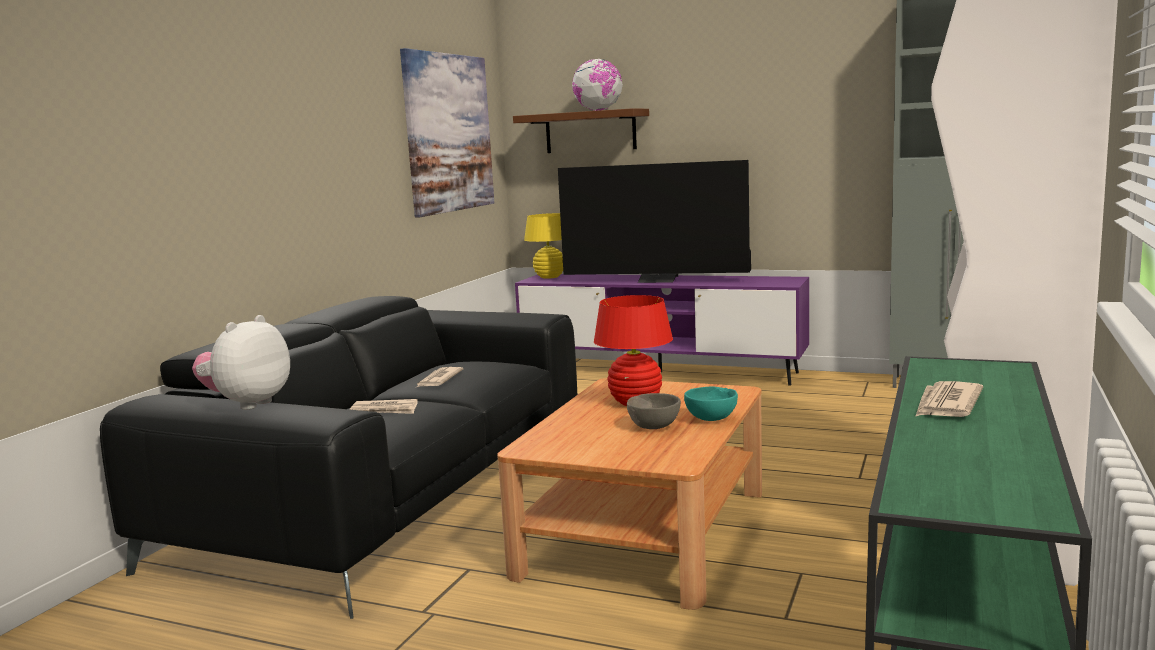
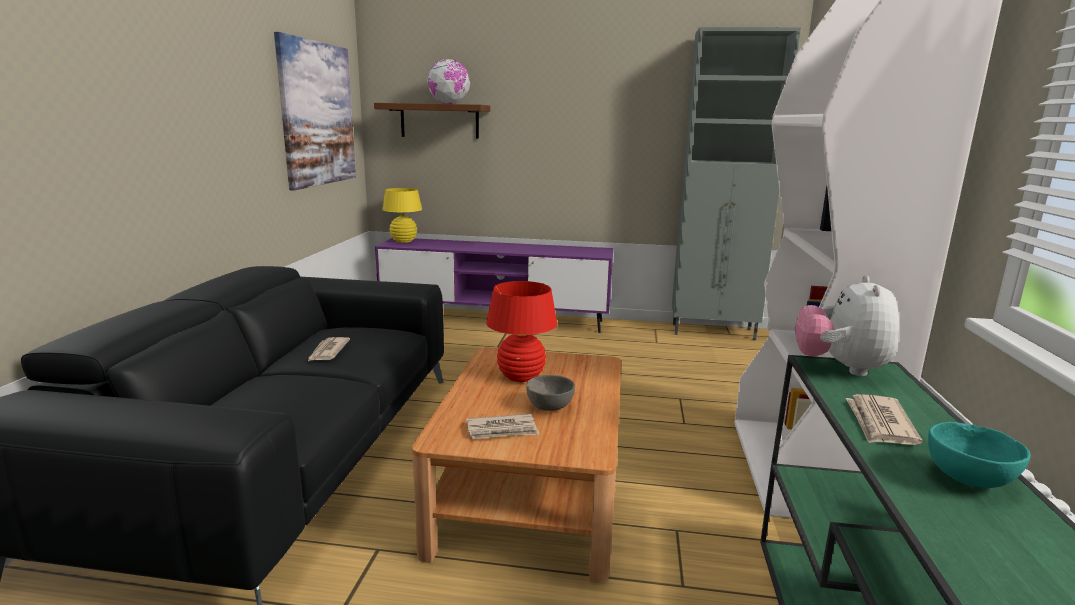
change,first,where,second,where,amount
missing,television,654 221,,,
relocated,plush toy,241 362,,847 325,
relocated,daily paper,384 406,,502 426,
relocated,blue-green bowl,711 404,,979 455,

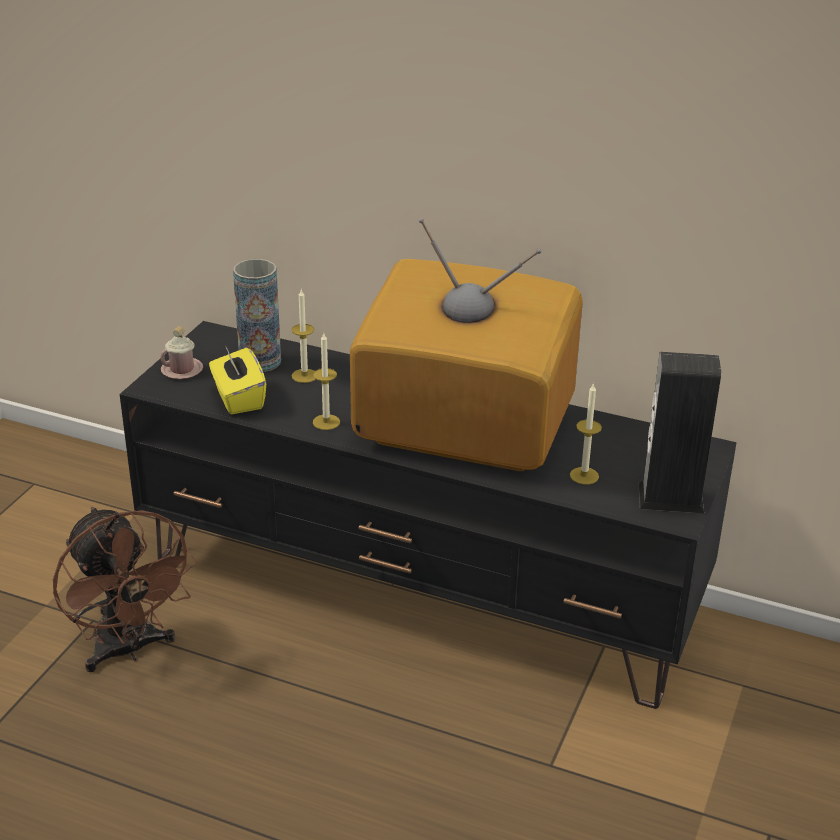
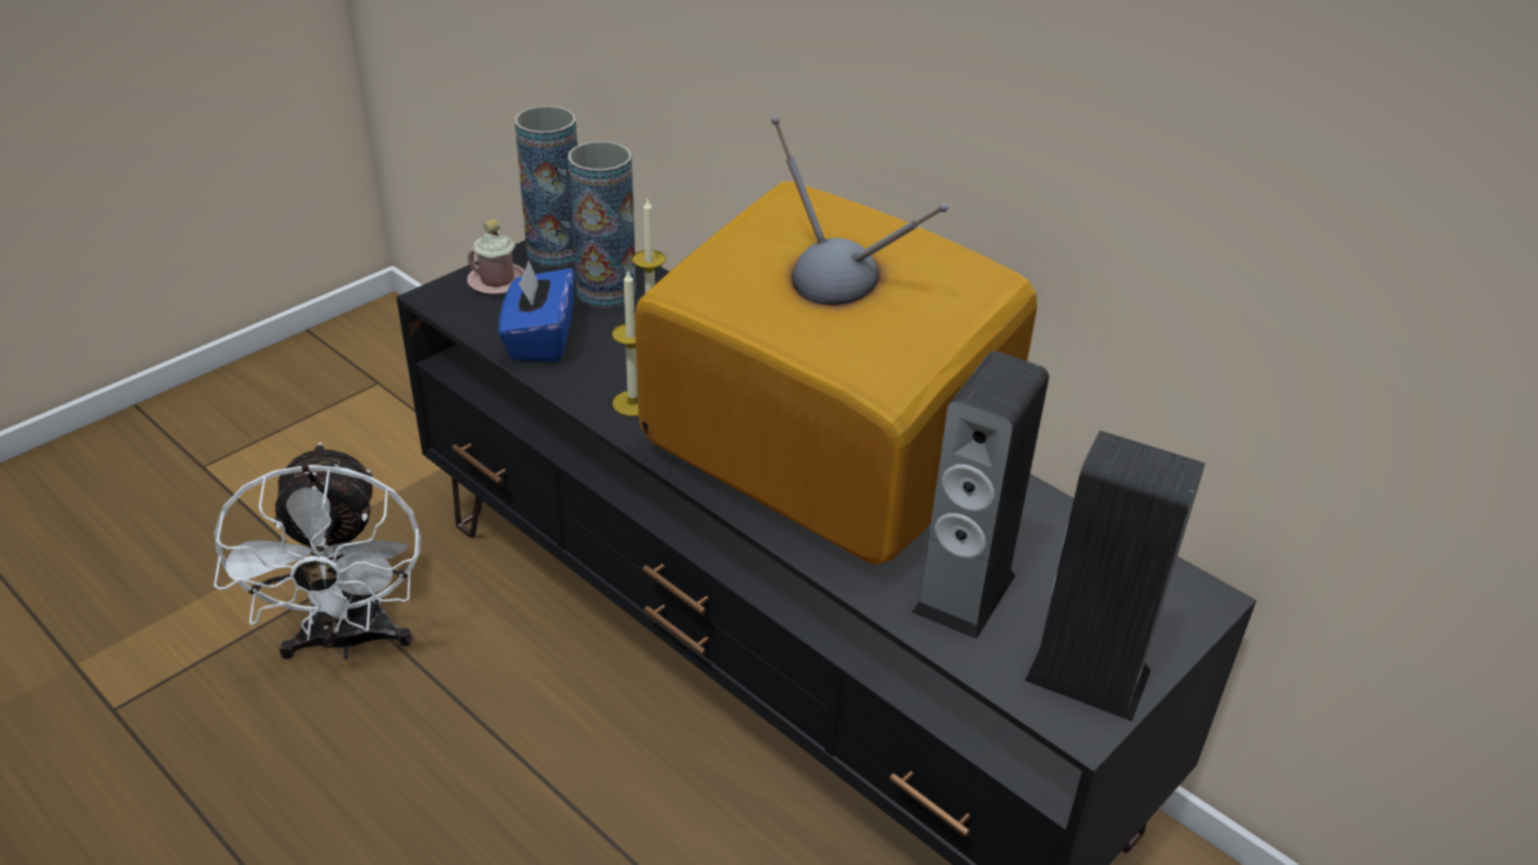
change,first,where,second,where,amount
appeared,,,vase,546 186,
exchanged,wax candle,586 434,speaker,980 495,
colour,brown-coloured cooling fan,125 589,whitish cooling fan,317 550,
colour,yellow-coloured tissue holder,237 380,blue-coloured tissue holder,537 311,

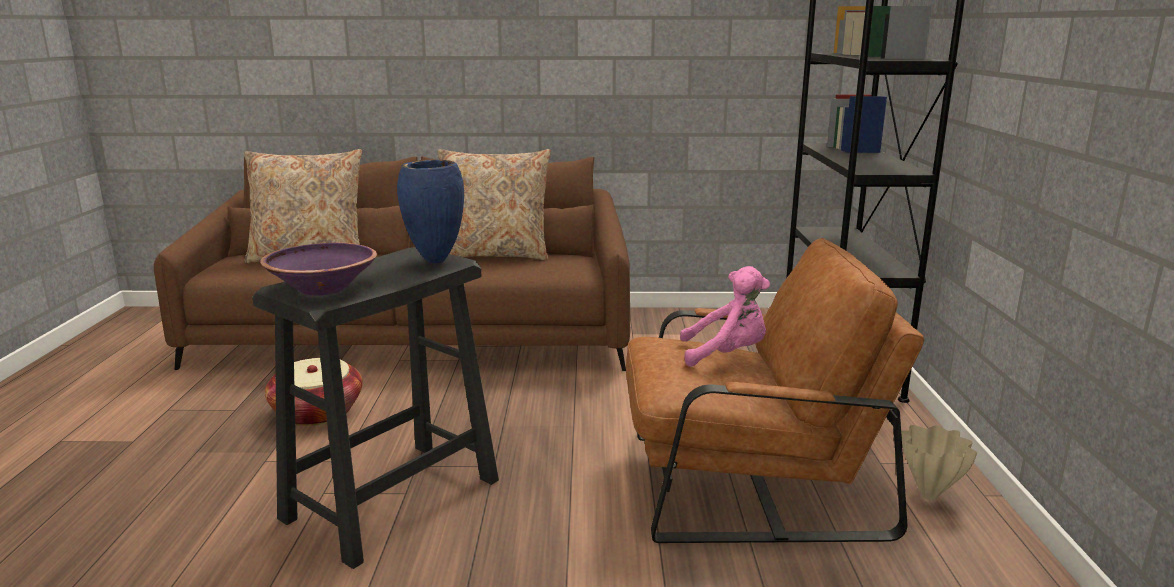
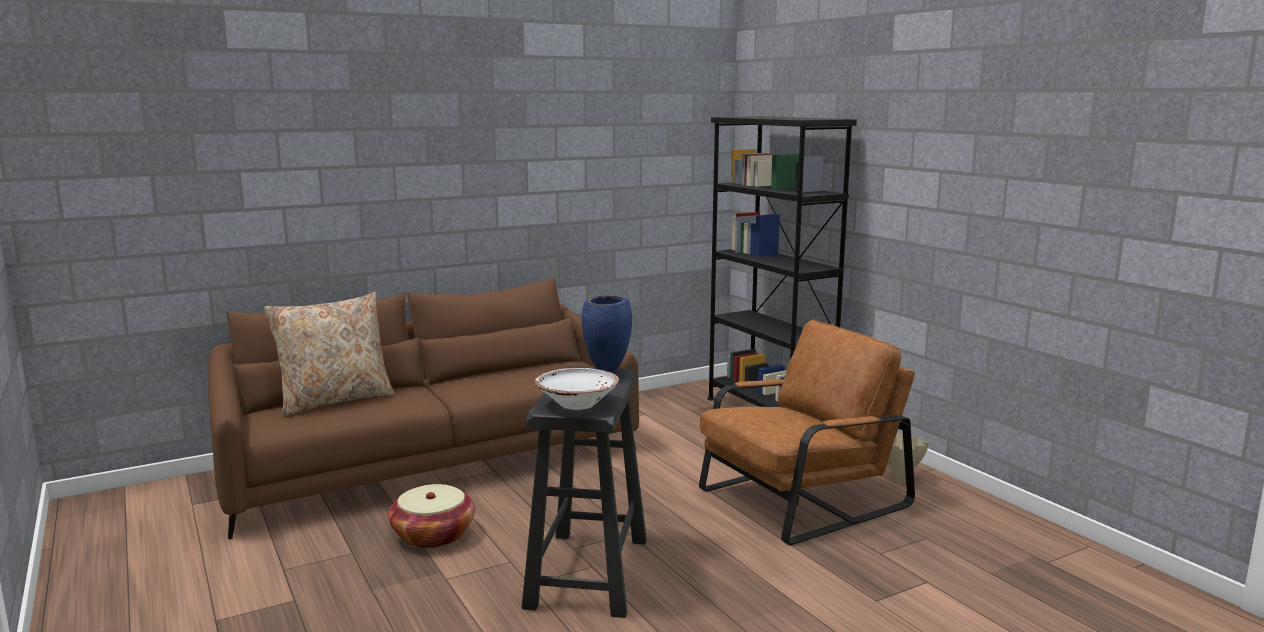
change,first,where,second,where,amount
missing,beige throw pillow,494 205,,,
missing,pinkish plush toy,725 316,,,
colour,purple-coloured bowl,318 269,whitish bowl,576 389,

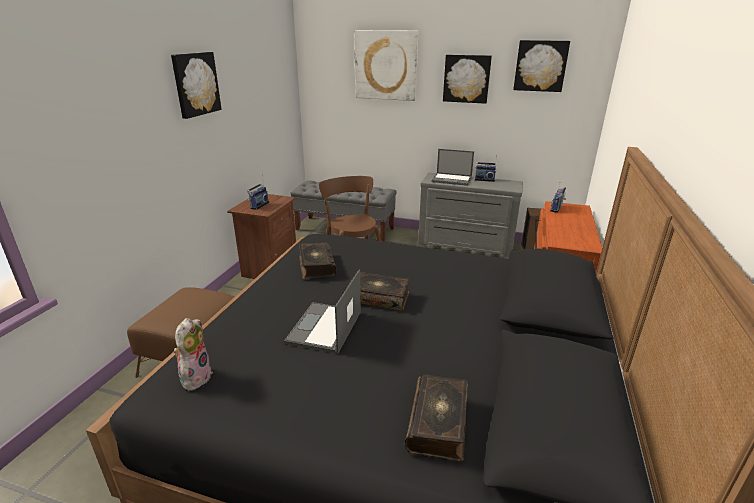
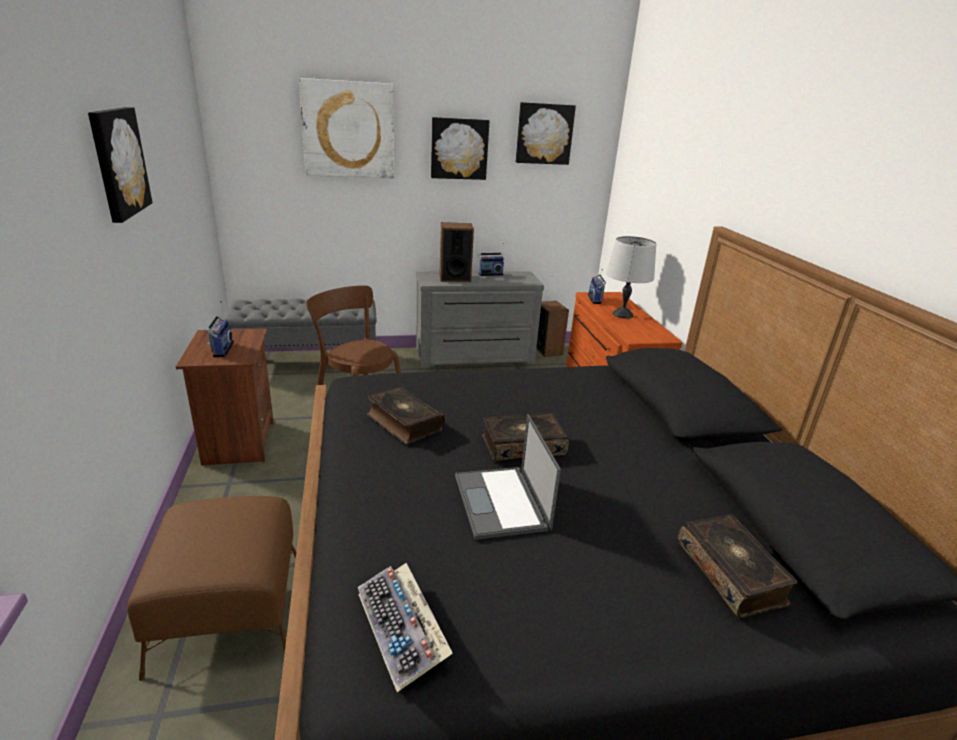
change,first,where,second,where,amount
appeared,,,gray lamp for a table,631 277,
exchanged,plush toy,193 354,keyboard,405 627,
exchanged,laptop,453 167,speaker,456 252,

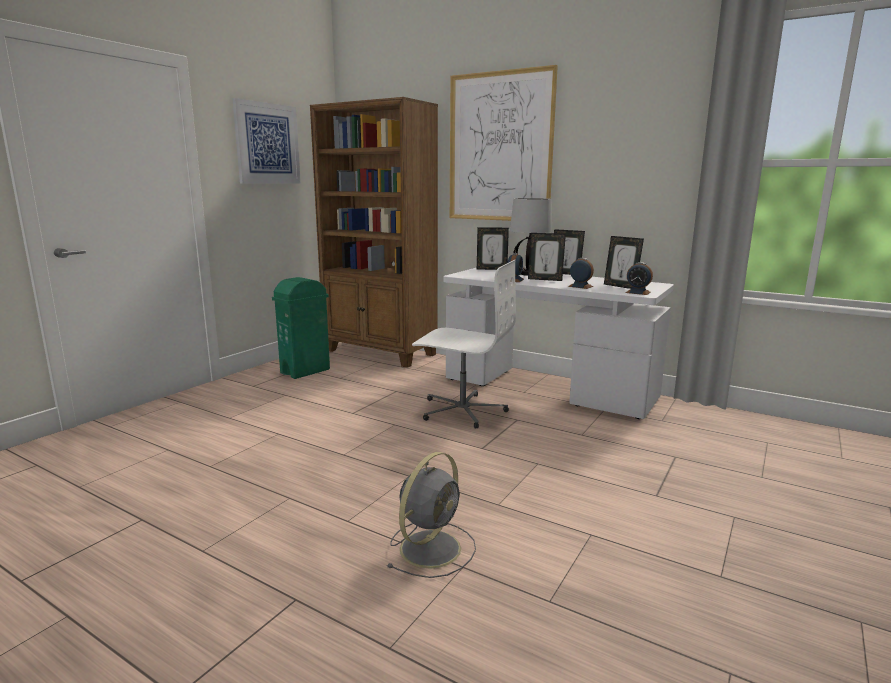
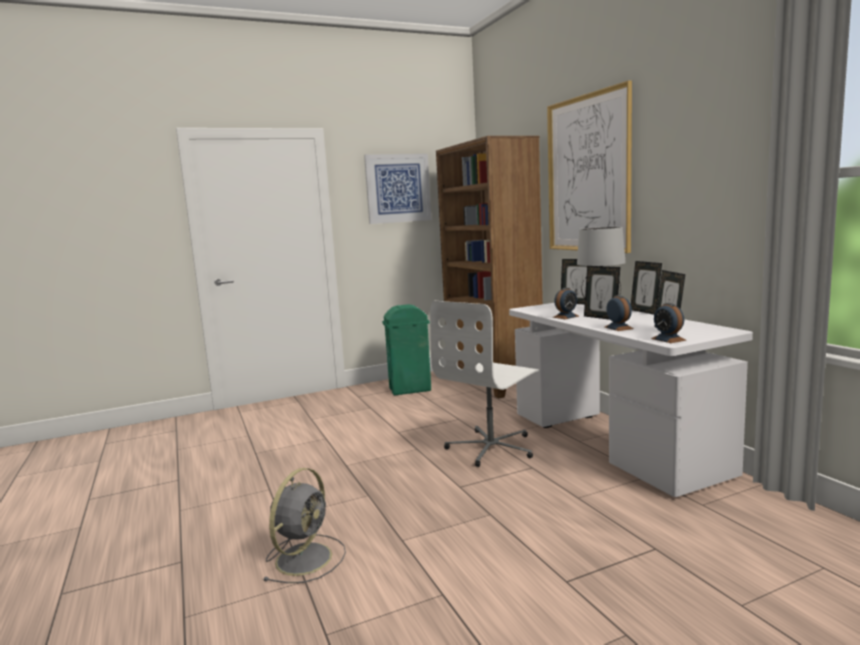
change,first,where,second,where,amount
spun,gray cooling fan,431 515,,304 525,45 degrees counterclockwise
spun,whitish office chair,464 344,,484 384,75 degrees clockwise

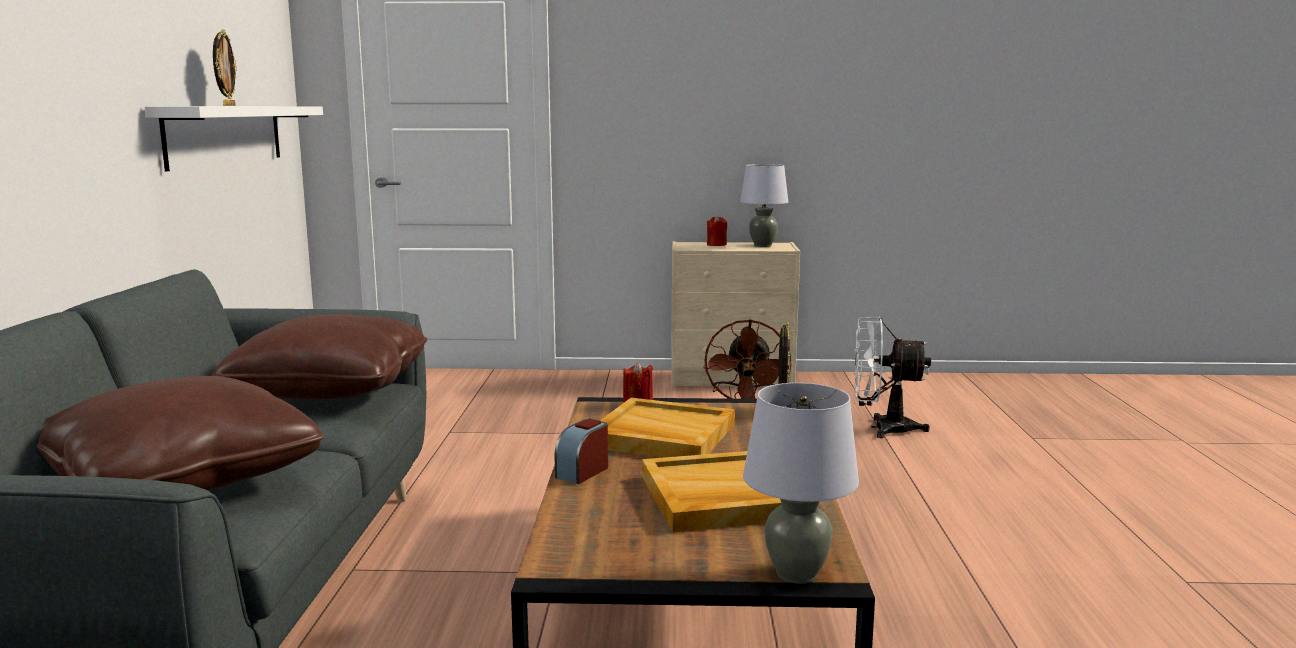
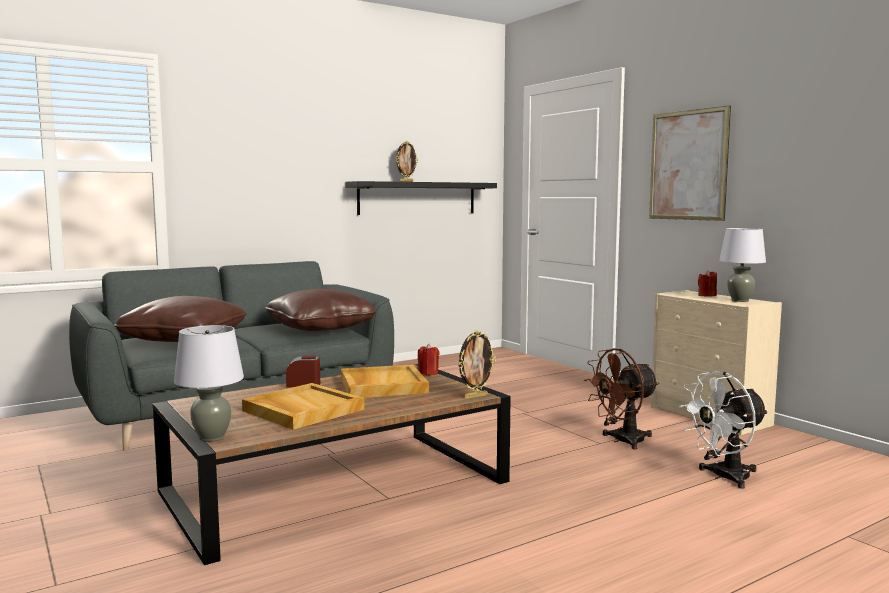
change,first,where,second,where,amount
appeared,,,picture,690 163,
colour,whitish shelf,234 138,black-coloured shelf,421 198,
spun,whitish cooling fan,892 377,,724 430,90 degrees counterclockwise

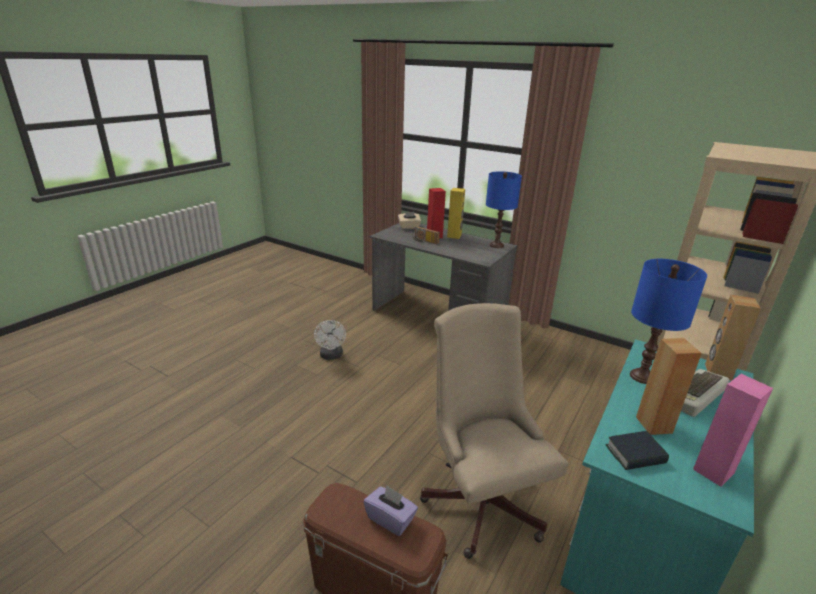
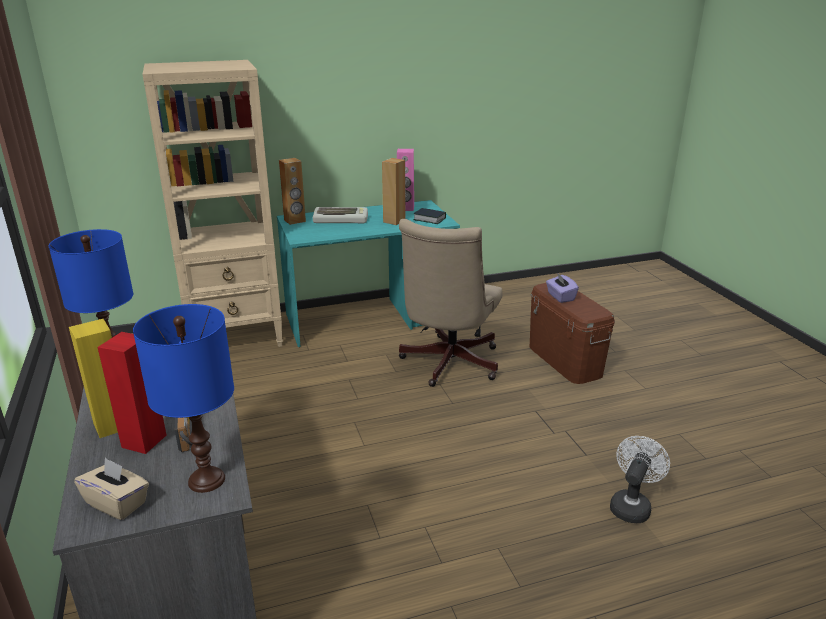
change,first,where,second,where,amount
relocated,whitish cooling fan,330 340,,640 479,
relocated,blue-coloured lamp for a table,668 321,,183 398,

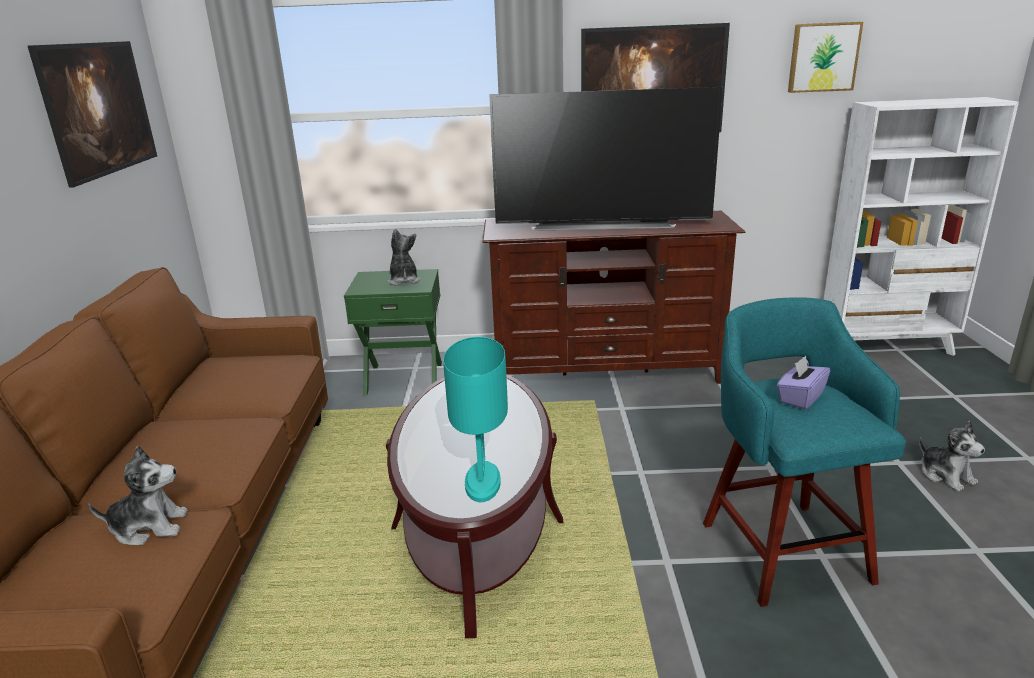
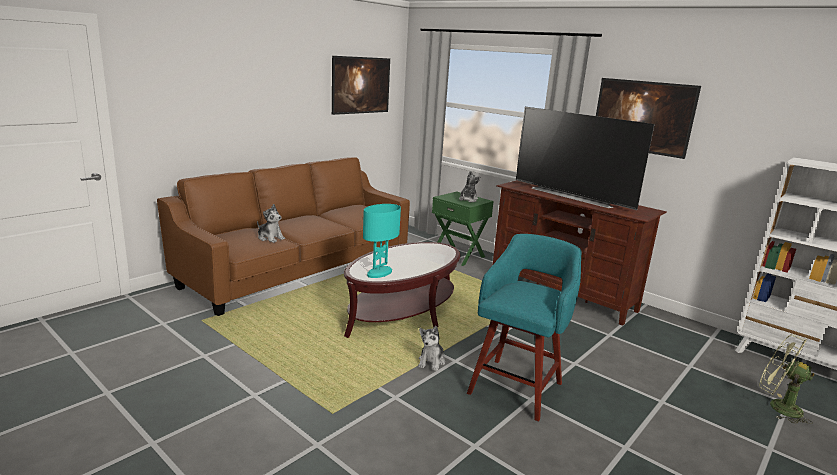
change,first,where,second,where,amount
missing,purple-coloured tissue holder,803 383,,,
missing,picture,825 57,,,
appeared,,,green-coloured cooling fan,787 379,
relocated,plush toy,952 456,,431 348,

